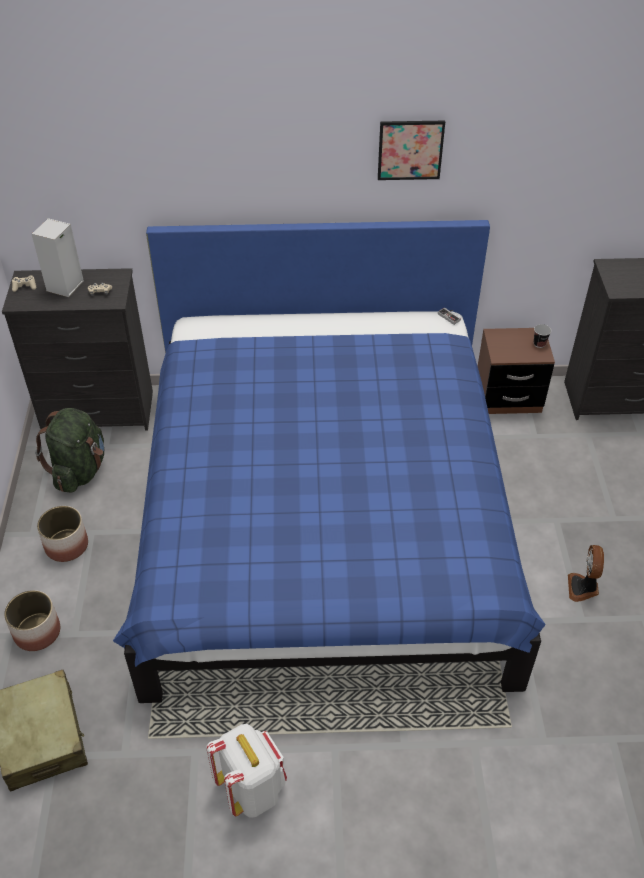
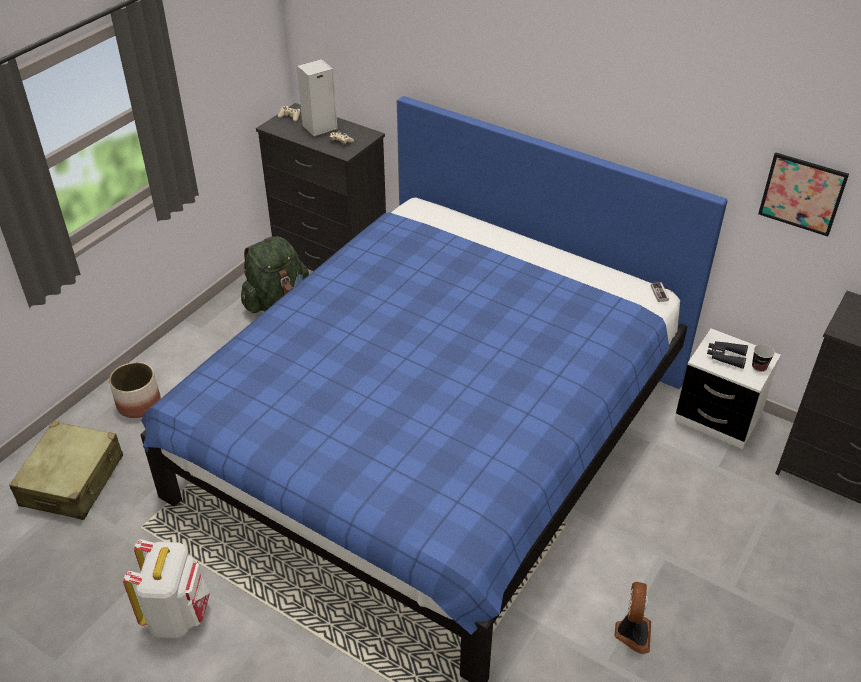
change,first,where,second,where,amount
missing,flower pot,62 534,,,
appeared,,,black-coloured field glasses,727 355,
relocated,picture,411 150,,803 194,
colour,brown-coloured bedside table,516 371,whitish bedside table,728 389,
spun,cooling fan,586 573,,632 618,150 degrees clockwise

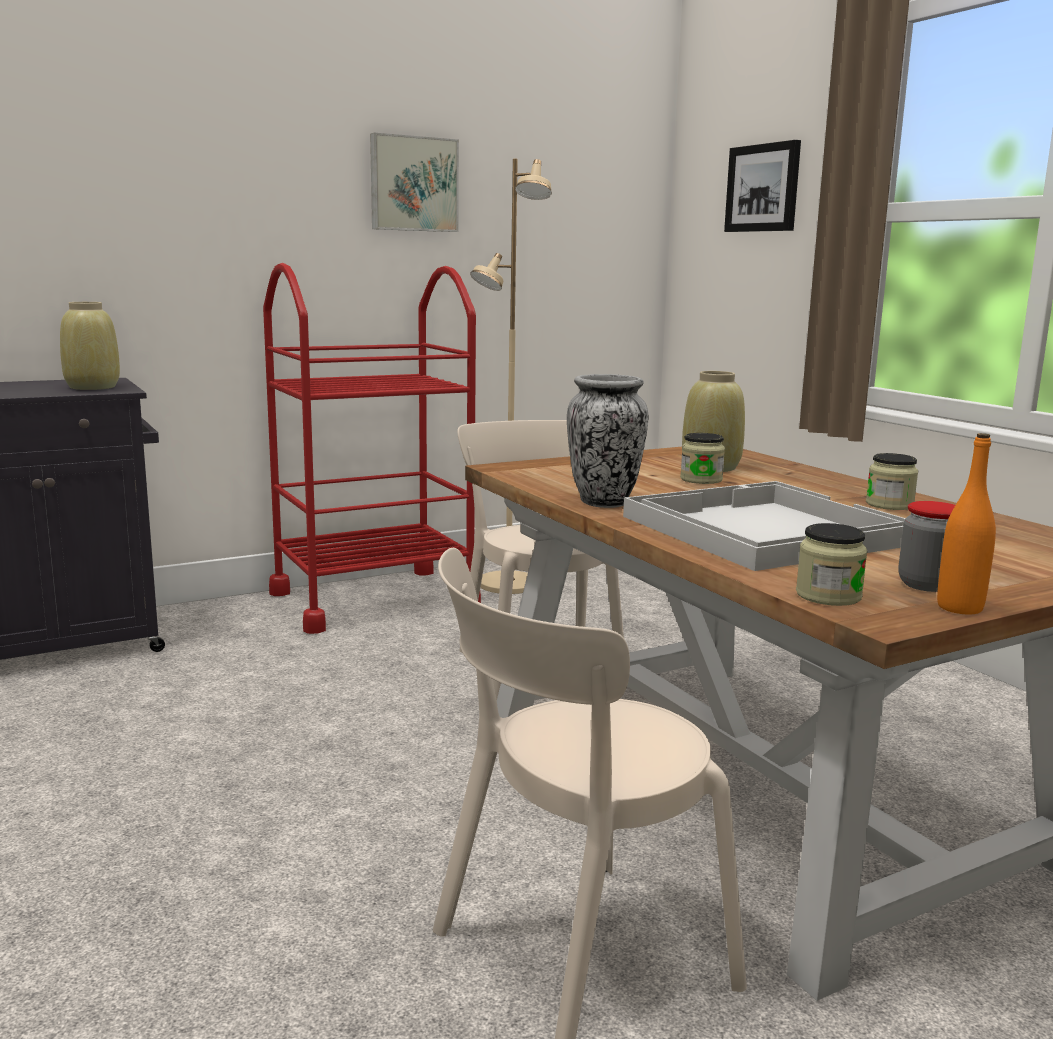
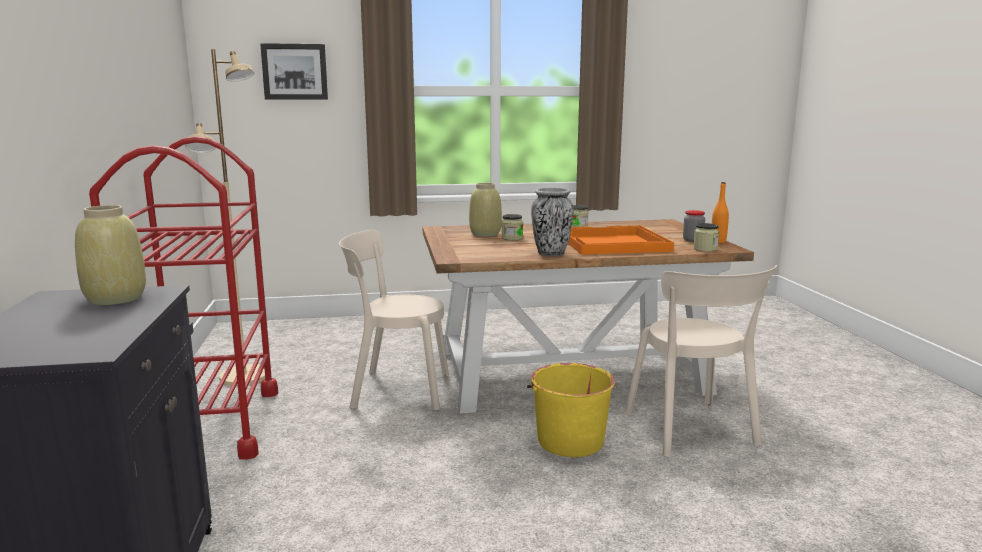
change,first,where,second,where,amount
missing,picture,414 182,,,
appeared,,,yellow-coloured pail,571 410,
colour,whitish serving tray,764 526,orangey serving tray,621 240,

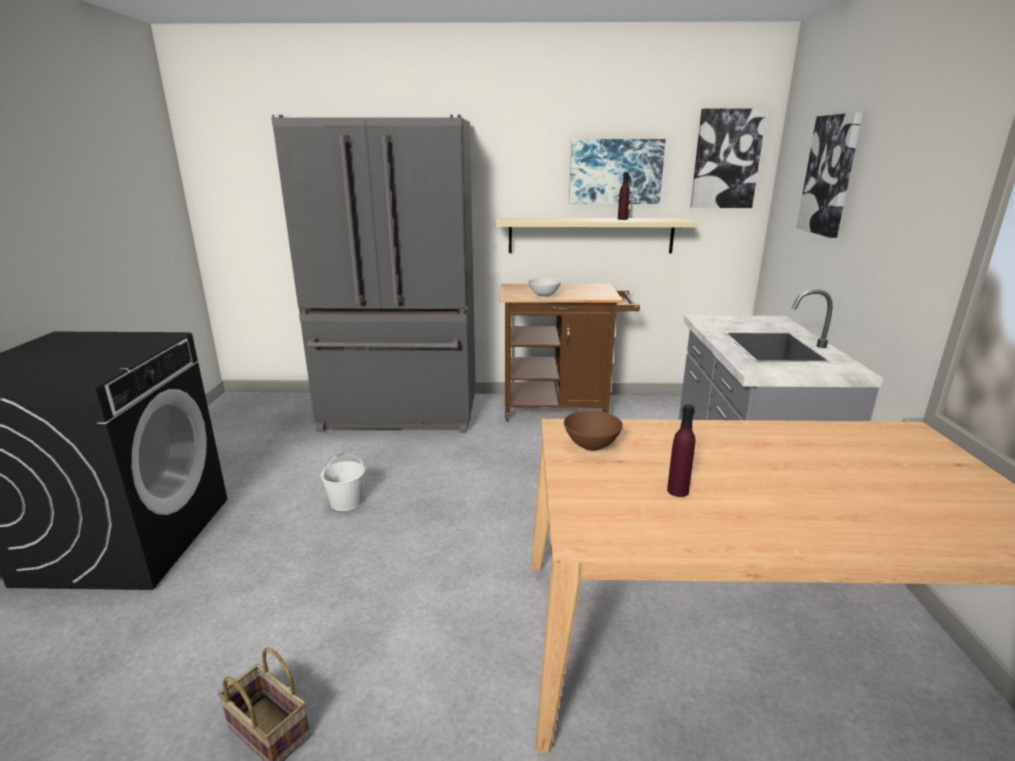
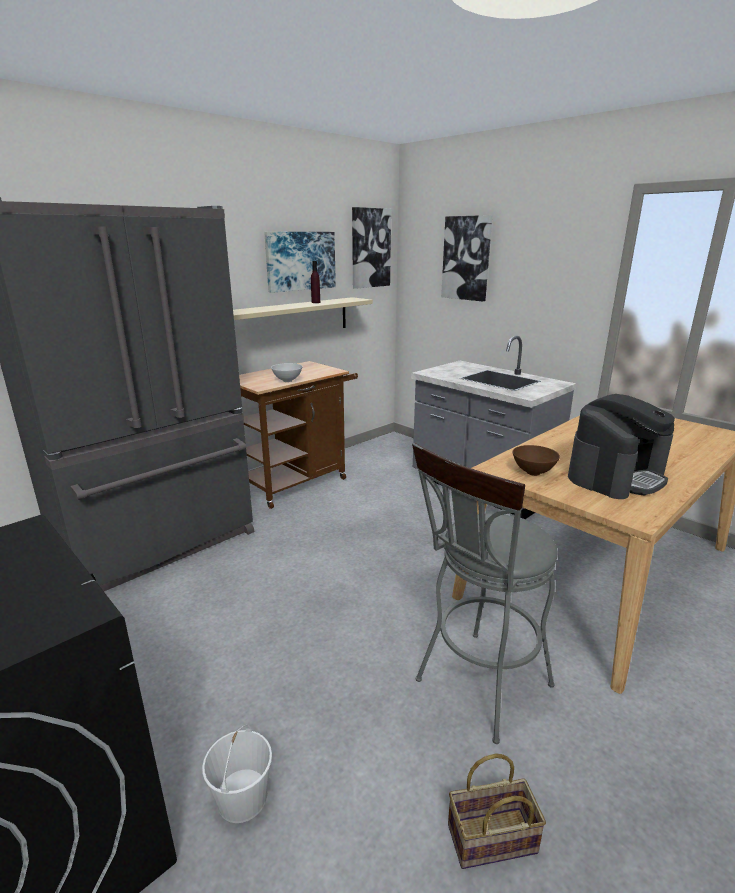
change,first,where,second,where,amount
appeared,,,gray stool,485 593,
relocated,whitish pail,343 482,,237 774,
exchanged,purple-coloured bottle,681 450,coffee machine,621 446,

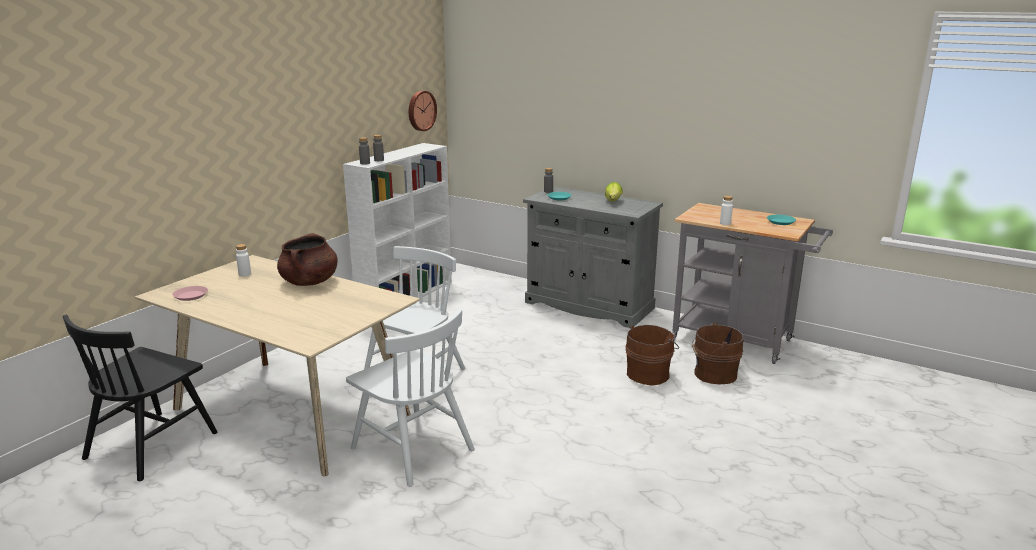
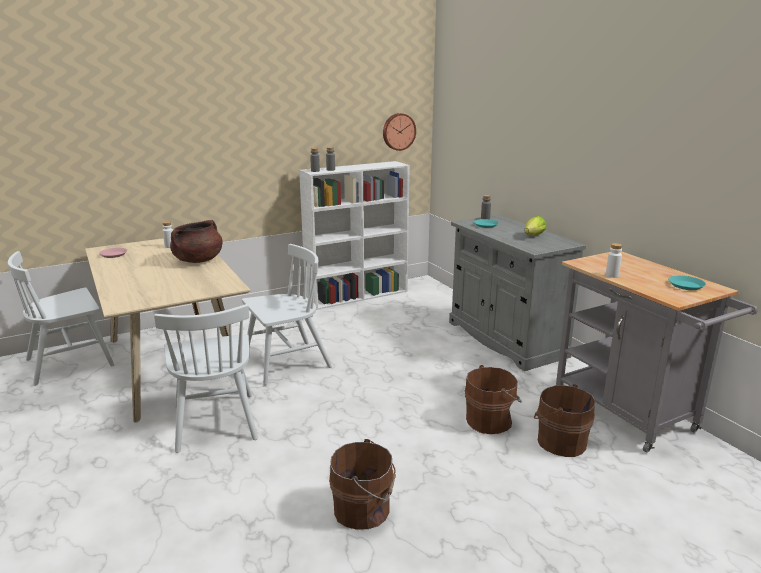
change,first,where,second,where,amount
appeared,,,brown-coloured pail,362 484,
colour,black-coloured upright chair,140 398,whitish upright chair,61 318,

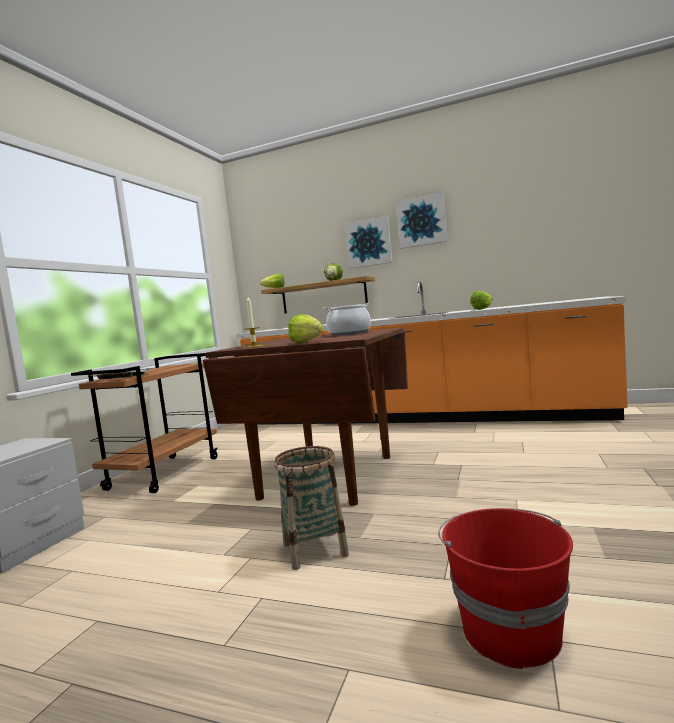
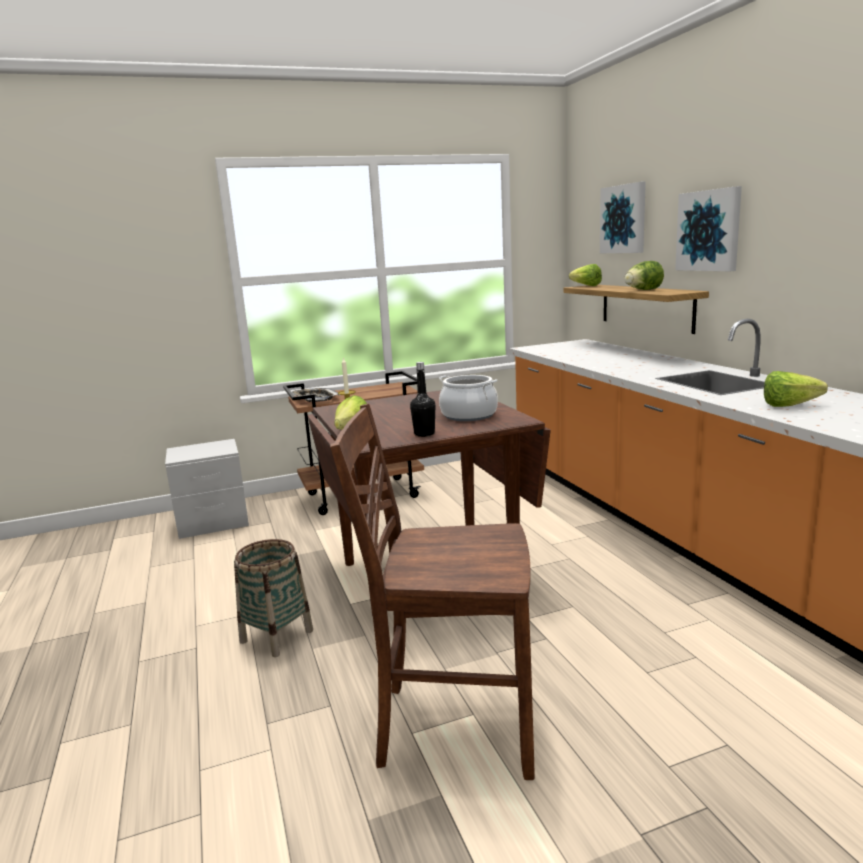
change,first,where,second,where,amount
missing,red pail,505 588,,,
appeared,,,brown-coloured upright chair,432 592,
appeared,,,black-coloured bottle,422 399,
relocated,picture,421 220,,623 217,

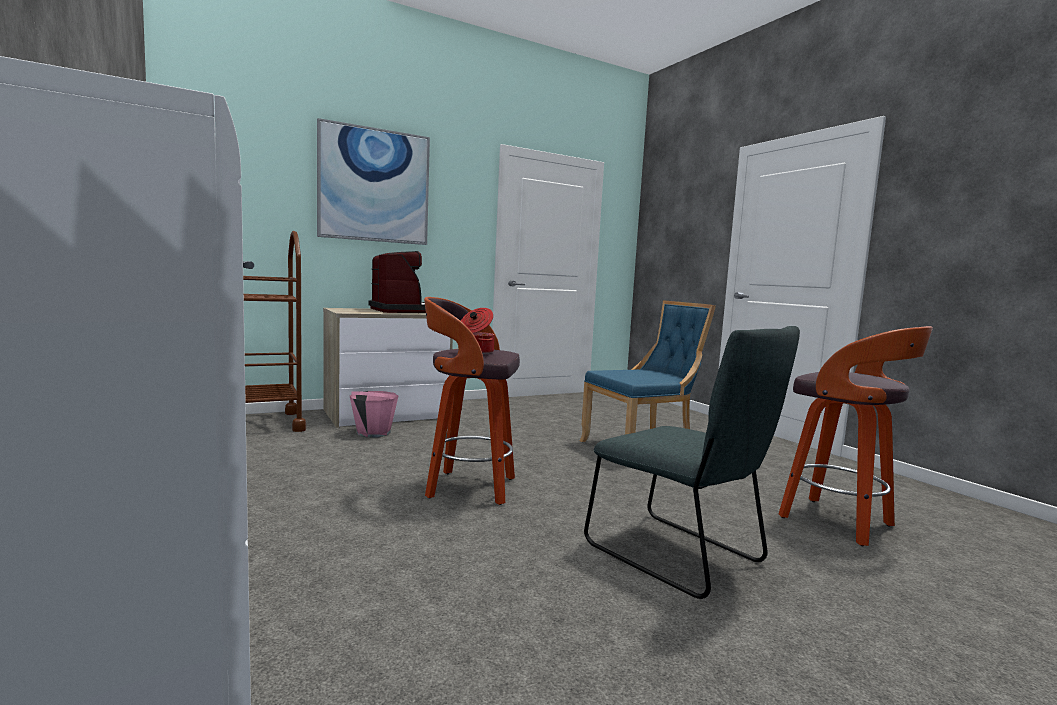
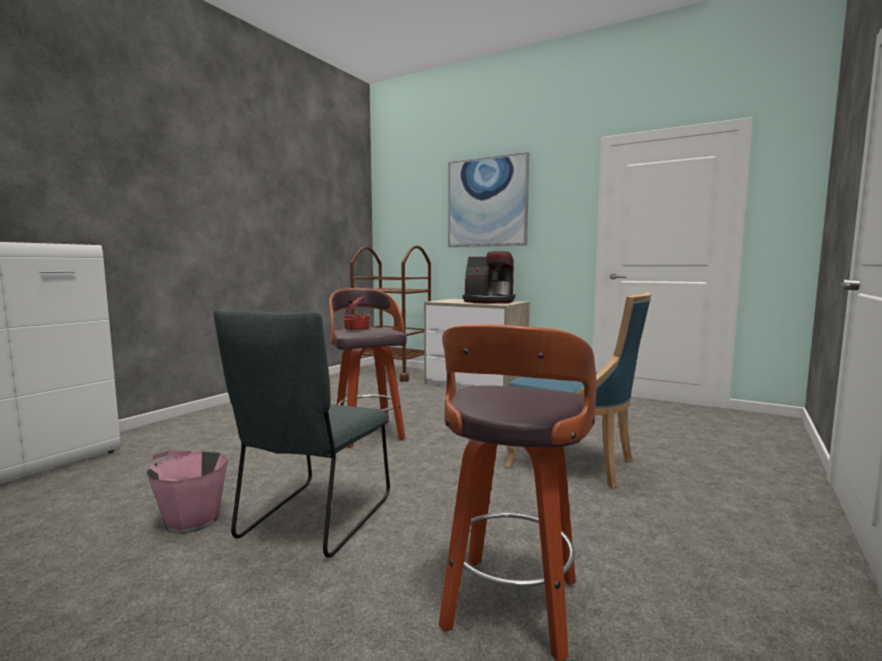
change,first,where,second,where,amount
relocated,pinkish pail,374 414,,187 492,
spun,coffee machine,397 282,,489 277,75 degrees clockwise

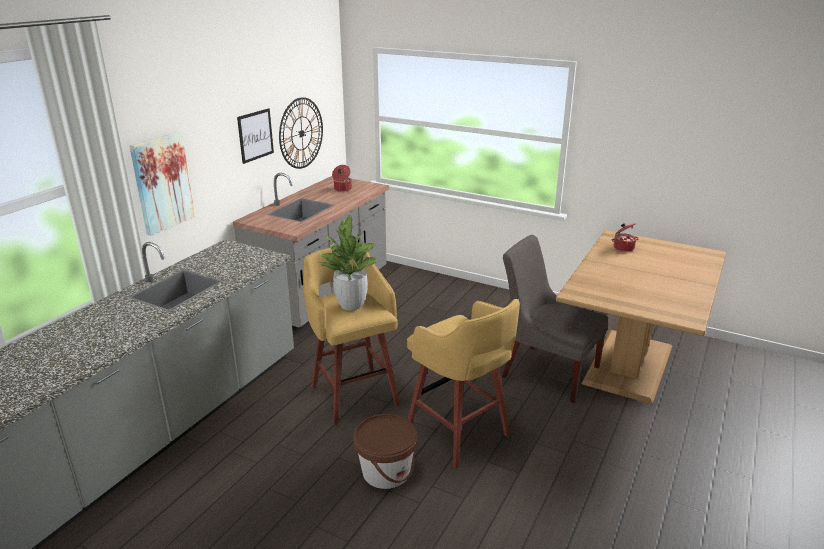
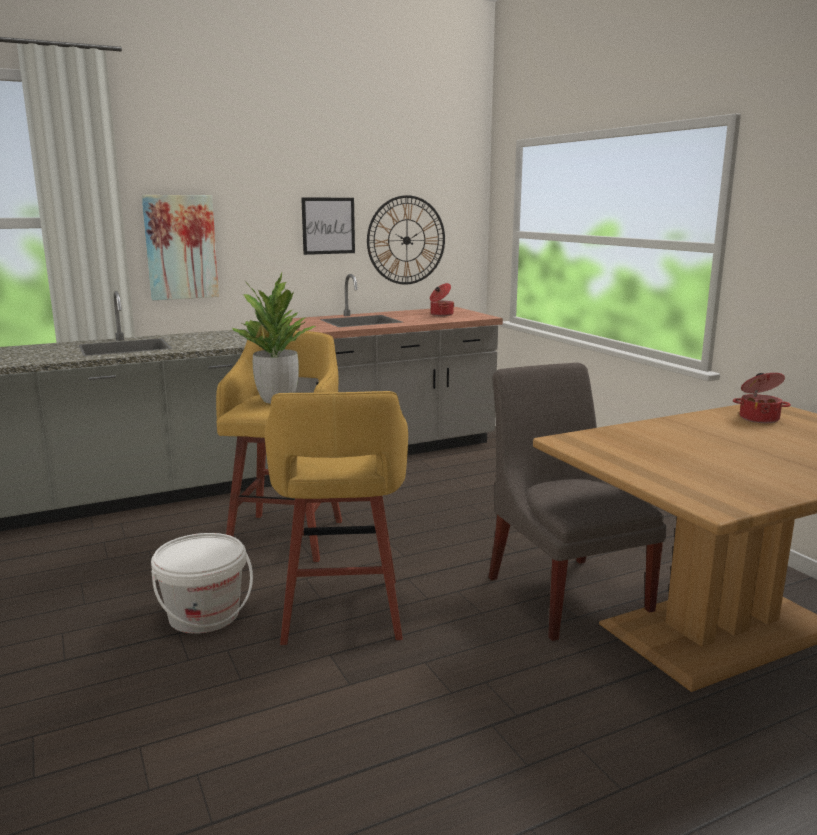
change,first,where,second,where,amount
colour,brown-coloured pail,385 451,whitish pail,202 583,

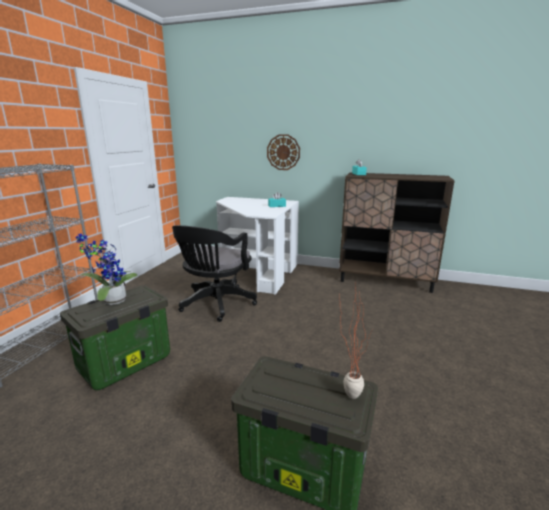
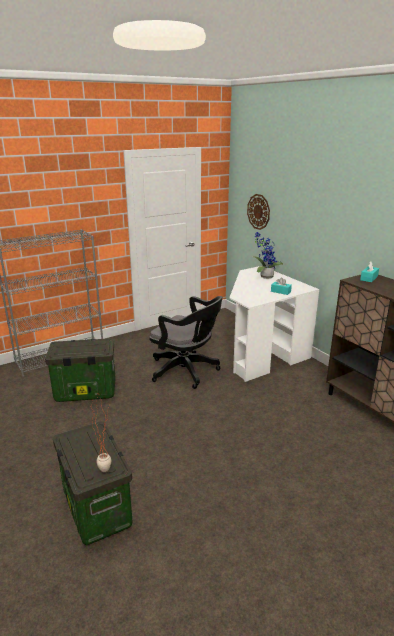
change,first,where,second,where,amount
relocated,plant in a pot,106 269,,268 255,
relocated,hanging clock,283 152,,258 212,
spun,black-coloured office chair,214 273,,185 342,120 degrees counterclockwise

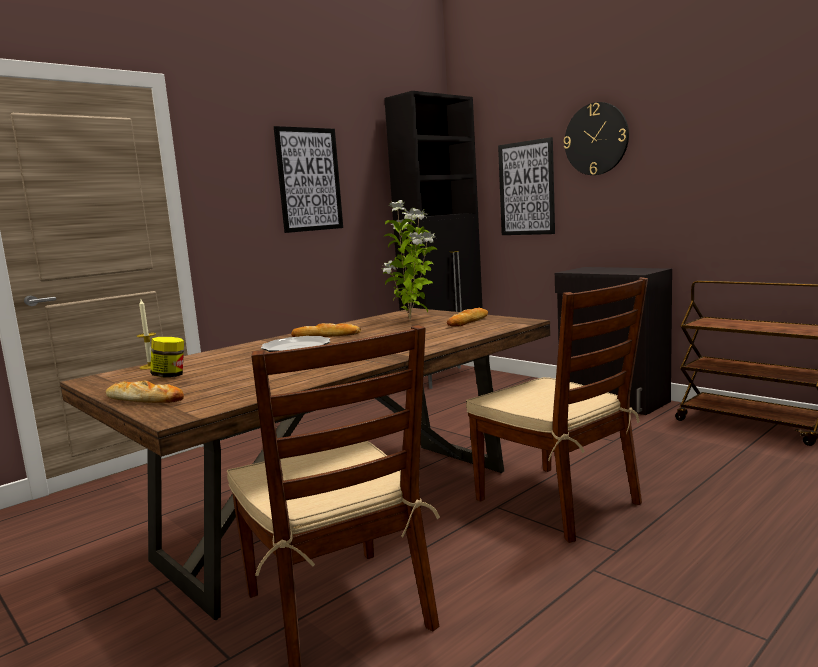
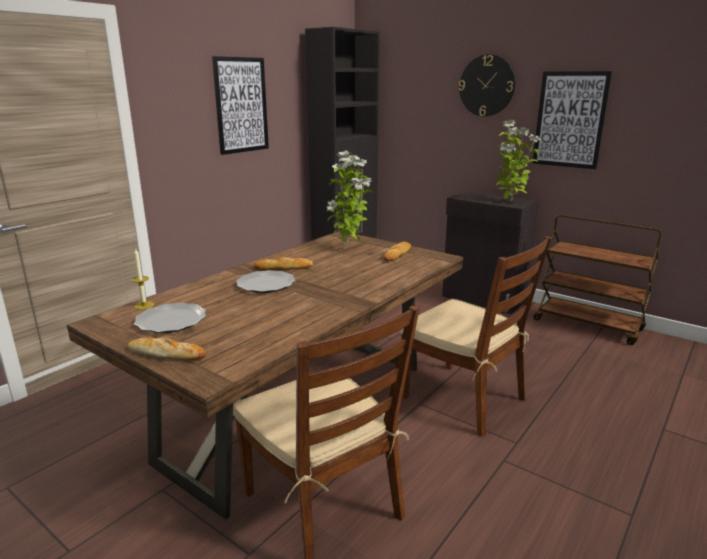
change,first,where,second,where,amount
appeared,,,plant in a pot,518 161,
relocated,picture,526 186,,572 120,
exchanged,jar,167 357,dinner plate,170 318,

